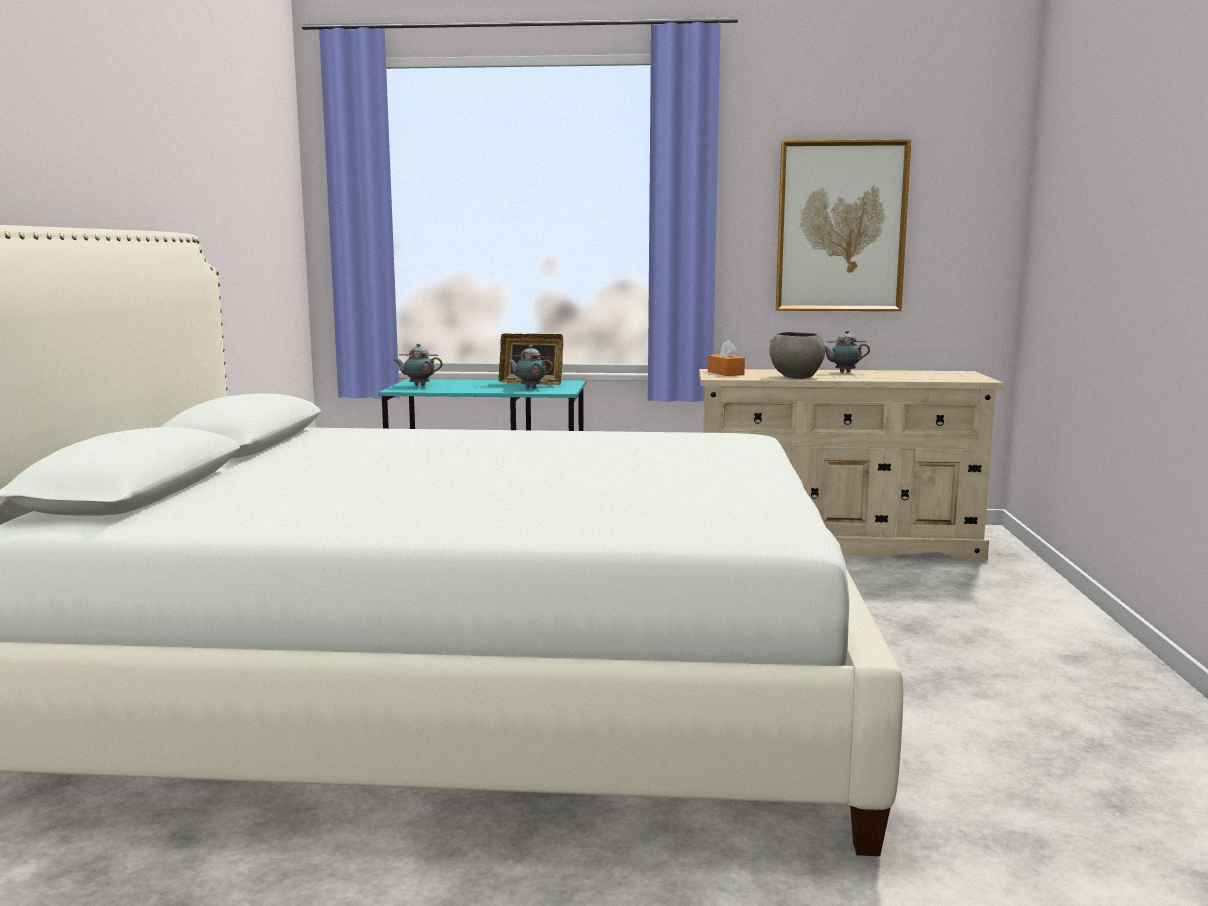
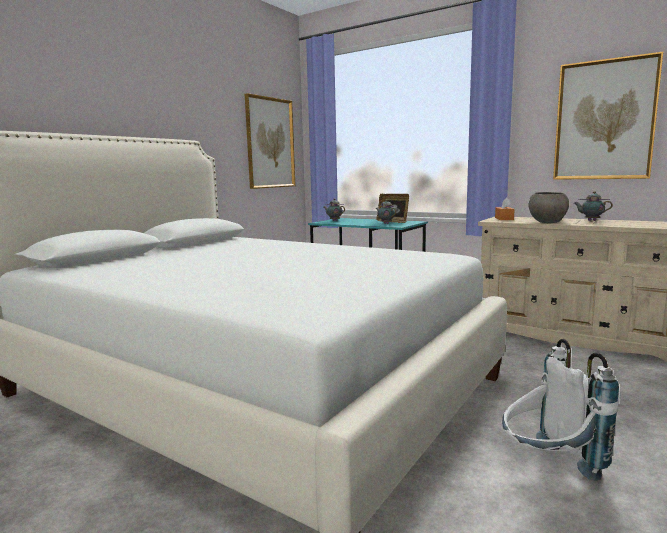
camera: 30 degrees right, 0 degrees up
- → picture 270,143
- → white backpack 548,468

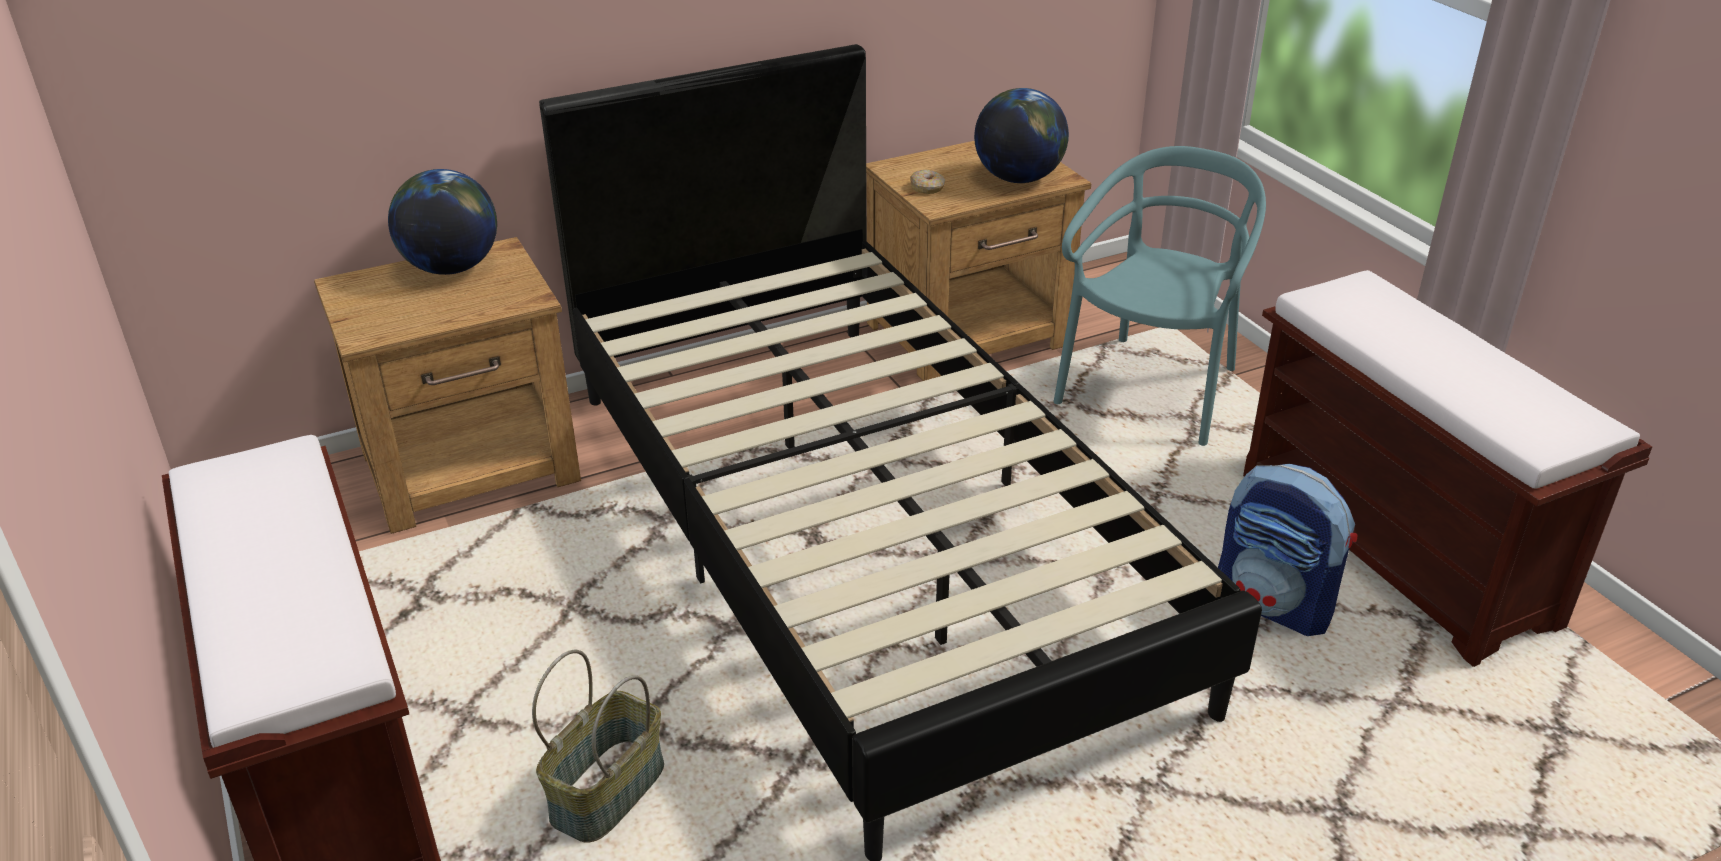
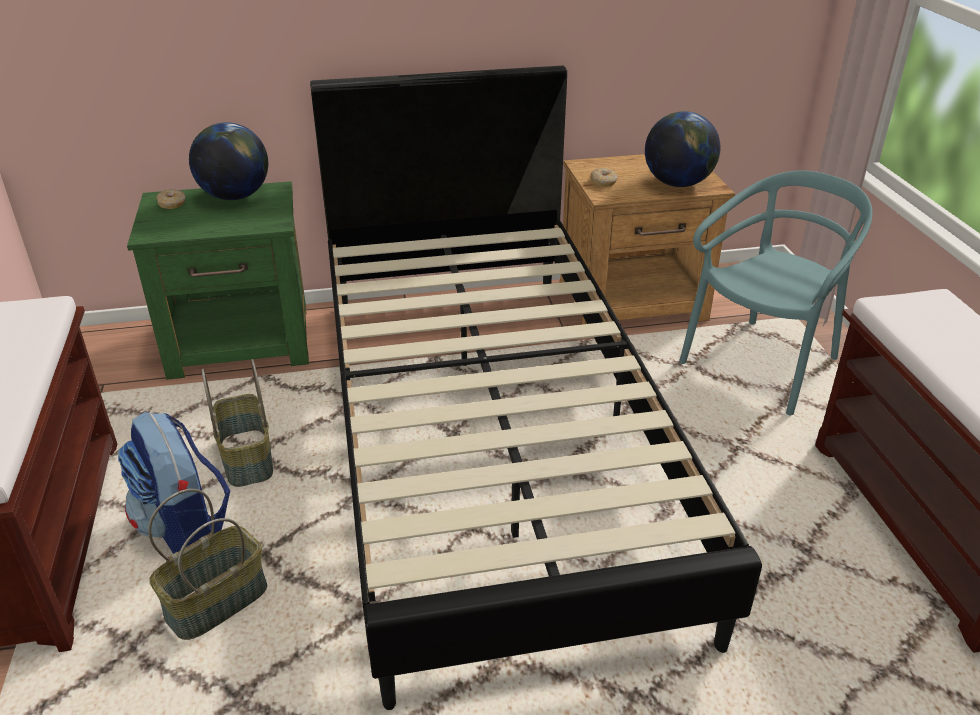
camera: 15 degrees right, 0 degrees up
backpack 1275,604 → backpack 185,528, shifted
brown nightstand 473,467 → green nightstand 242,342
- → donut 172,204
- → basket 248,459

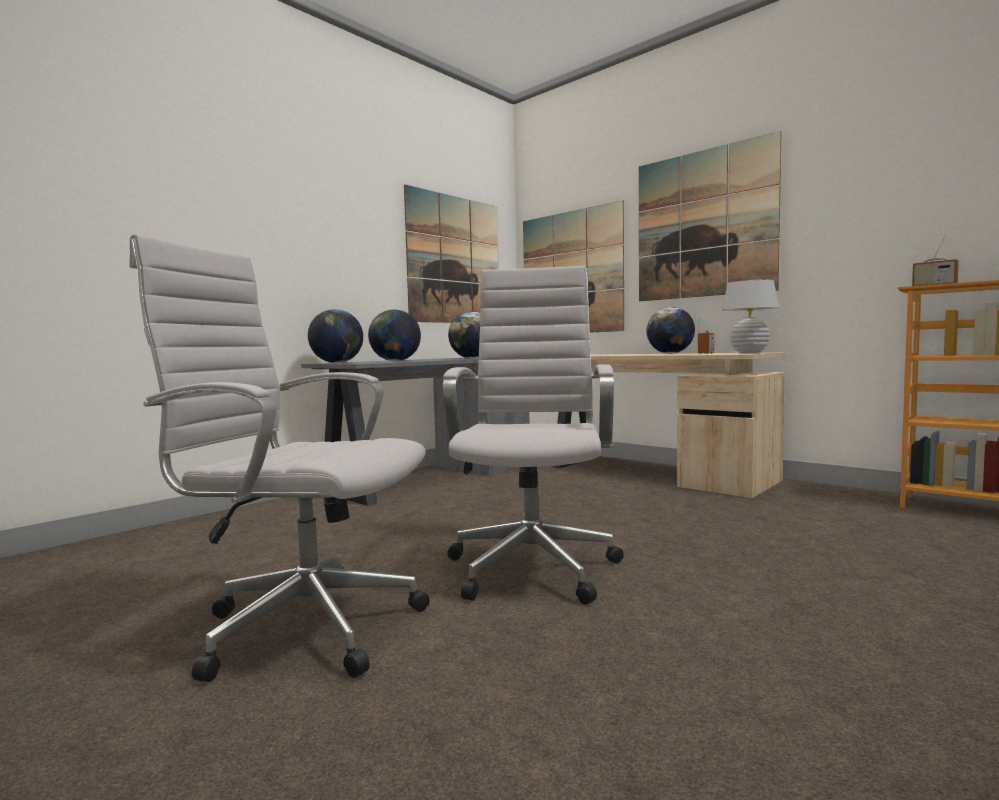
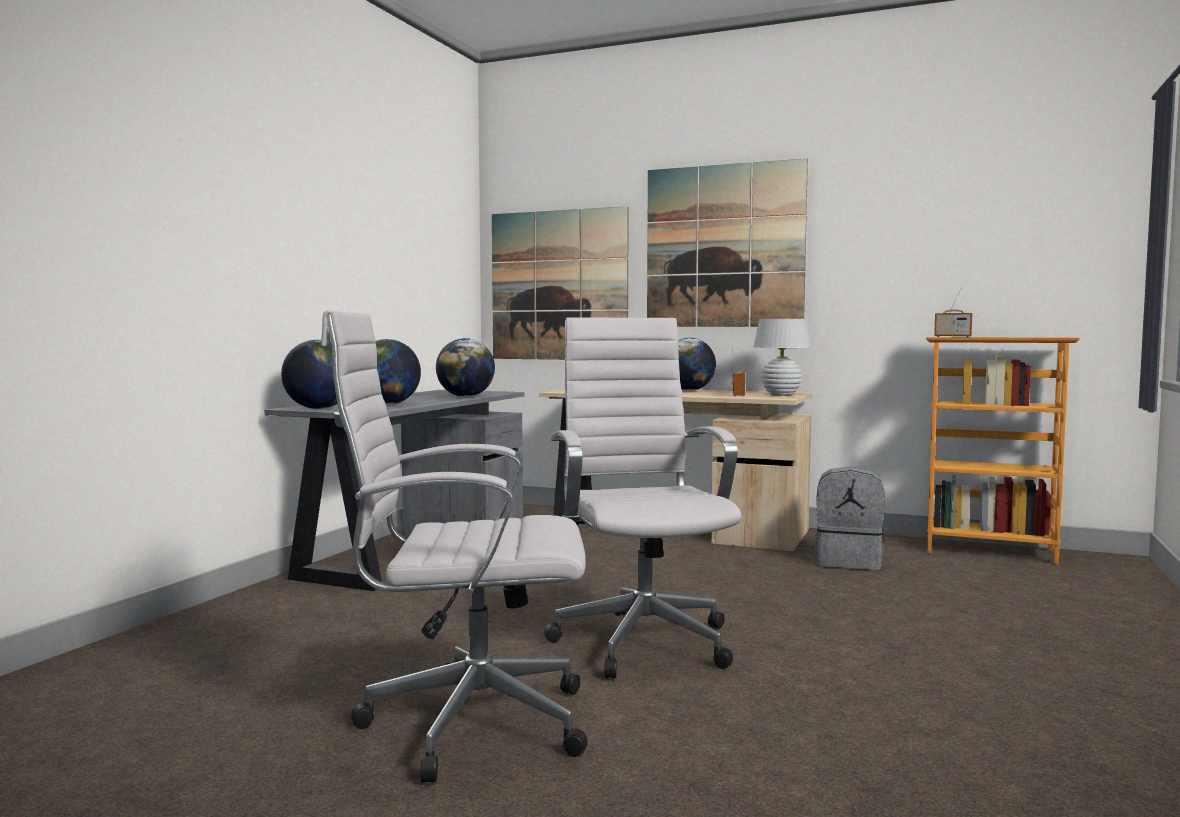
camera: 20 degrees left, 0 degrees up
- → grey backpack 849,561
picture 454,260 → -

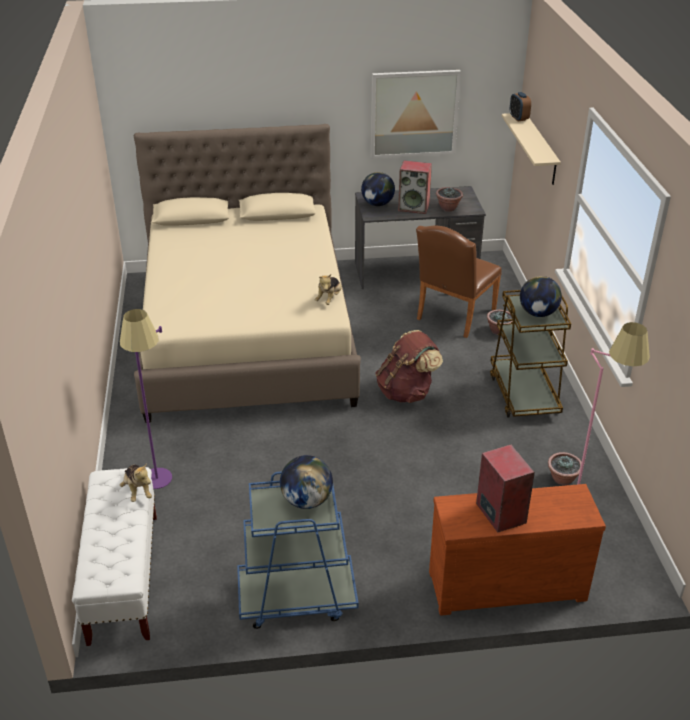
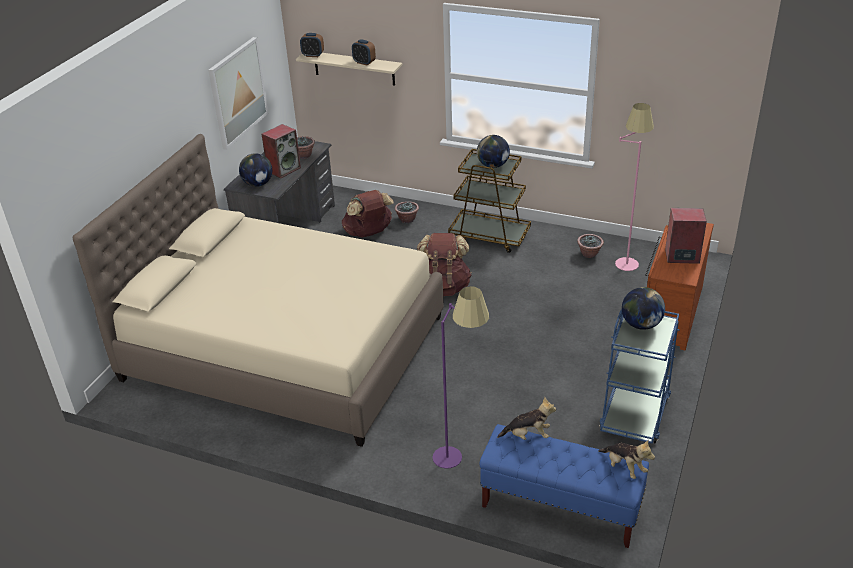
camera: 60 degrees left, 0 degrees up
brown chair 453,317 → brown backpack 368,233
- → alarm clock 364,62
white bench 124,577 → blue bench 560,507
plush toy 329,299 → plush toy 624,467, shifted

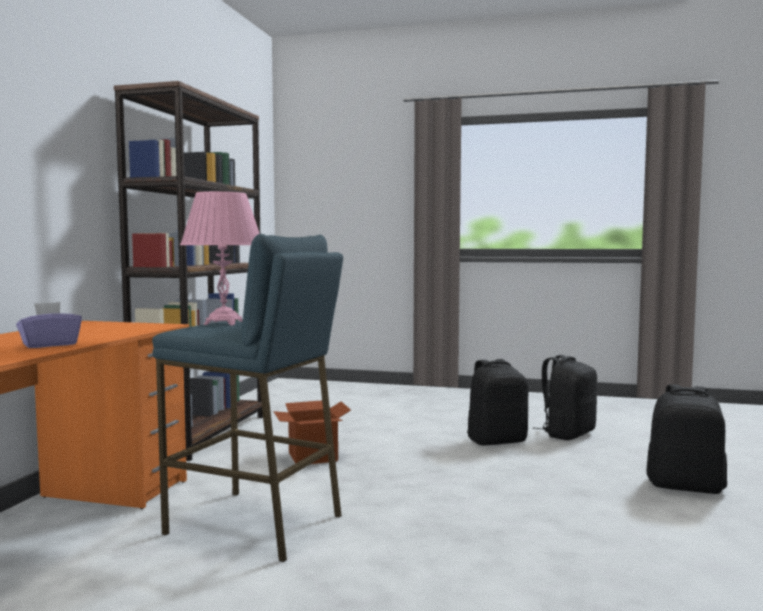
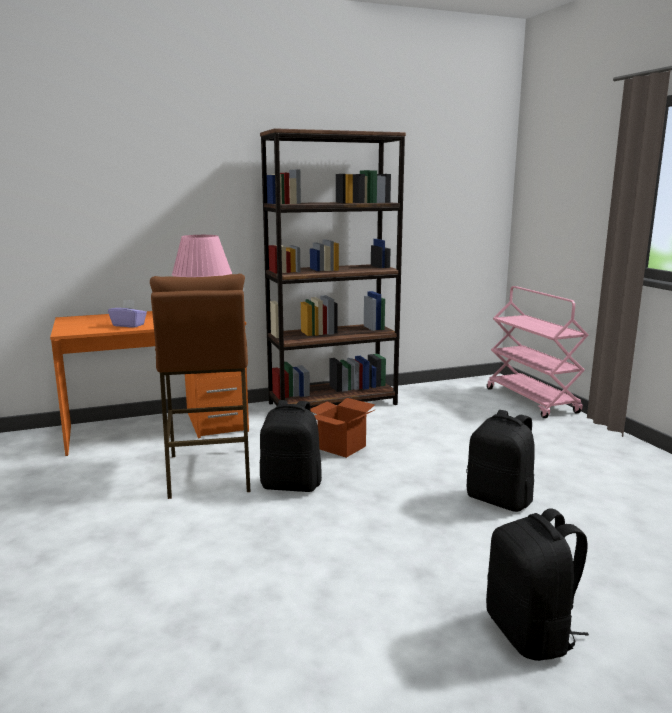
camera: 55 degrees right, 10 degrees up
blue stool 255,524 → brown stool 209,473
black backpack 567,434 → black backpack 291,485, shifted
- → pink cart 532,401

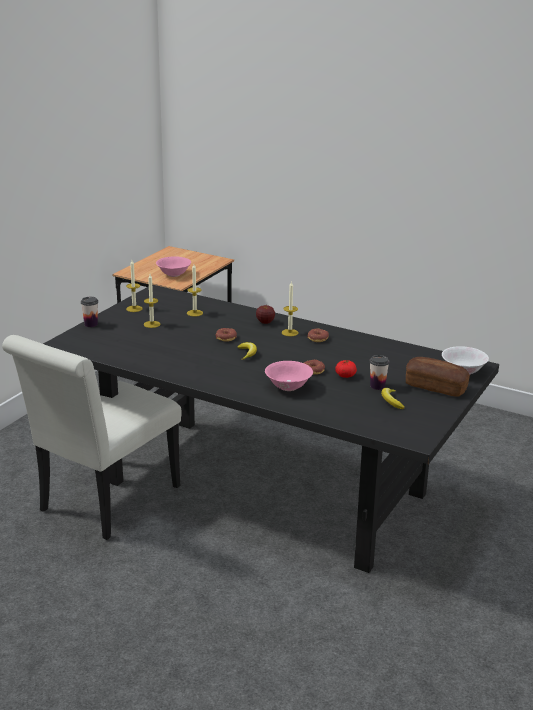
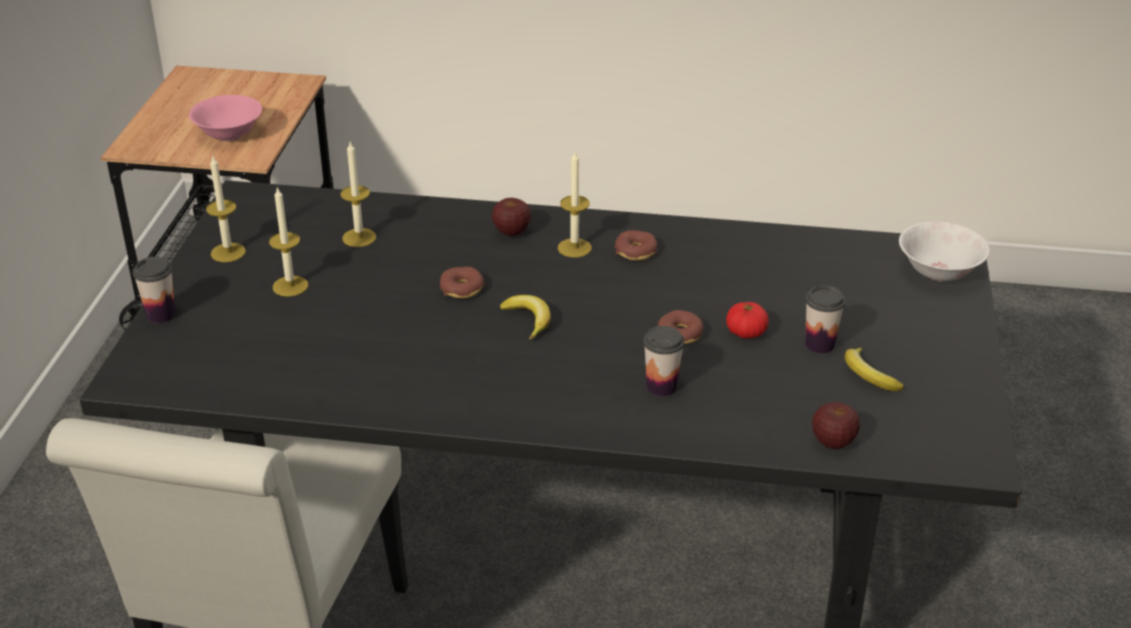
camera: 20 degrees left, 10 degrees up
pink bowl 288,387 → cup 661,387
- → apple 833,442
bread 435,387 → -

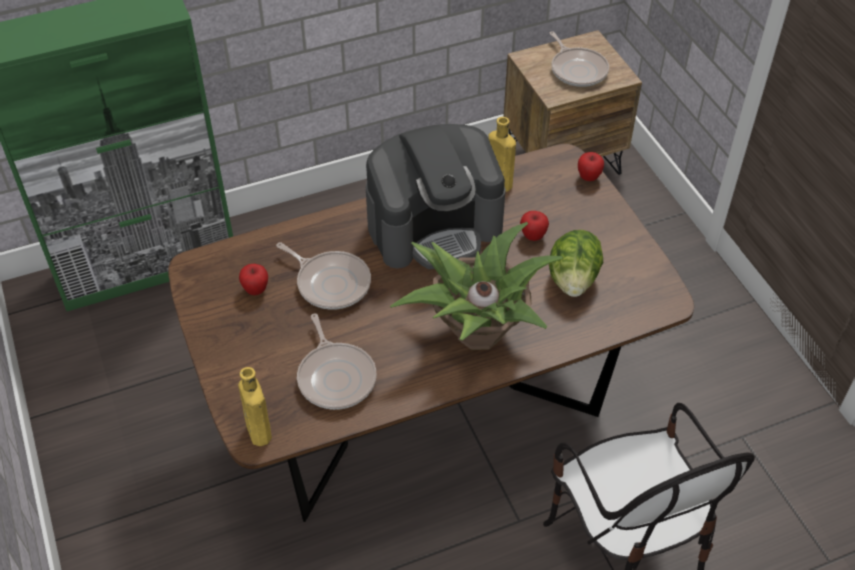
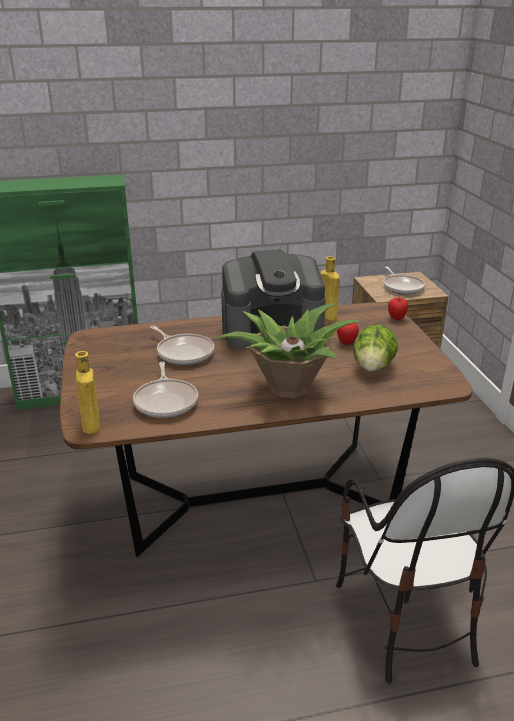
camera: 10 degrees right, 20 degrees down
apple 256,290 → -

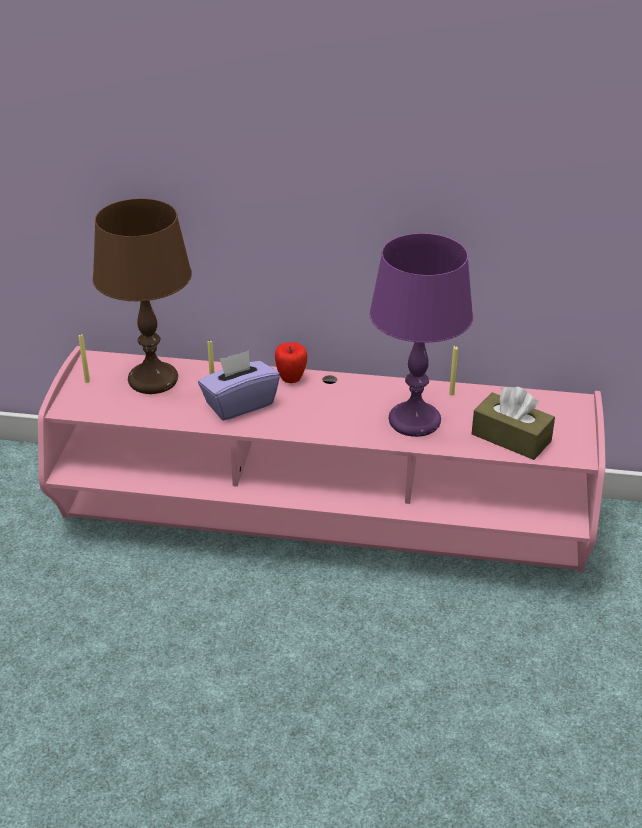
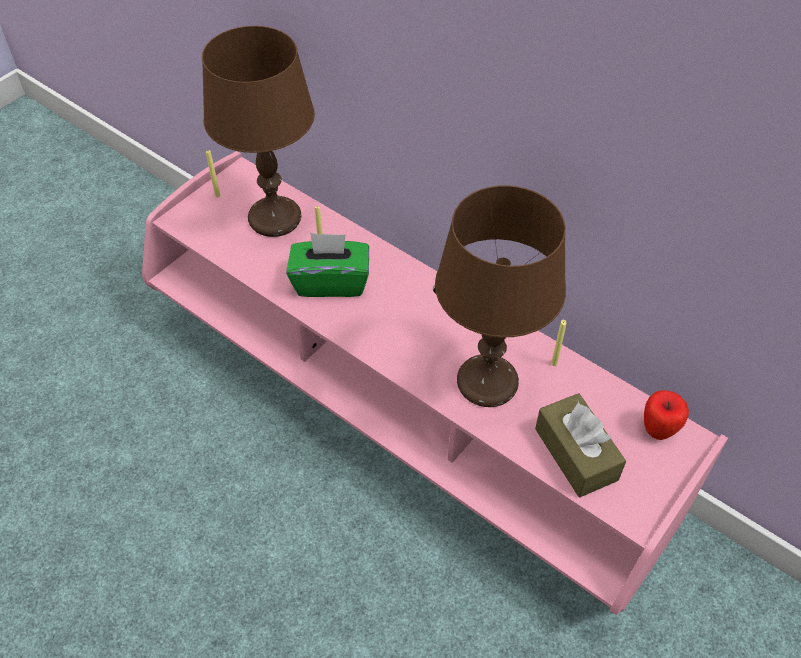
camera: 30 degrees right, 15 degrees up
purple tissue box 239,404 → green tissue box 331,282
purple table lamp 415,421 → brown table lamp 487,383
apple 291,379 → apple 658,430, shifted

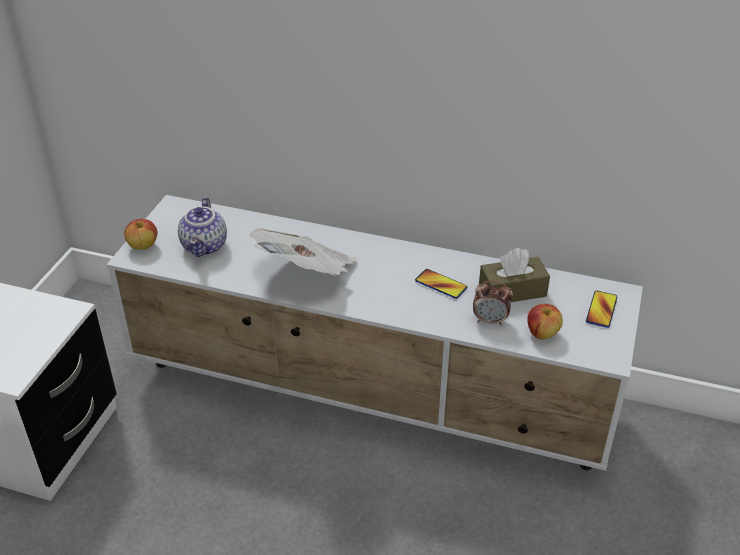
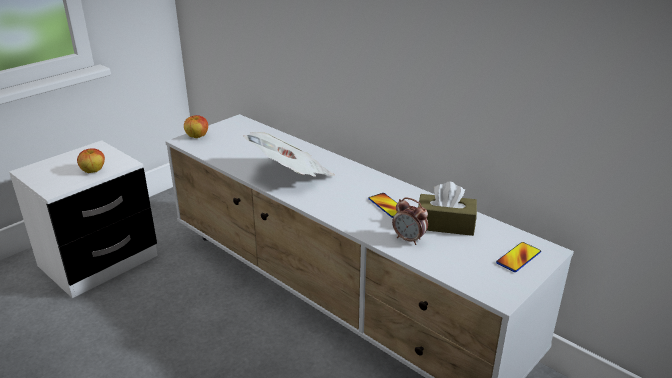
camera: 25 degrees right, 10 degrees down
apple 542,333 → apple 93,171, shifted
teapot 205,246 → -

